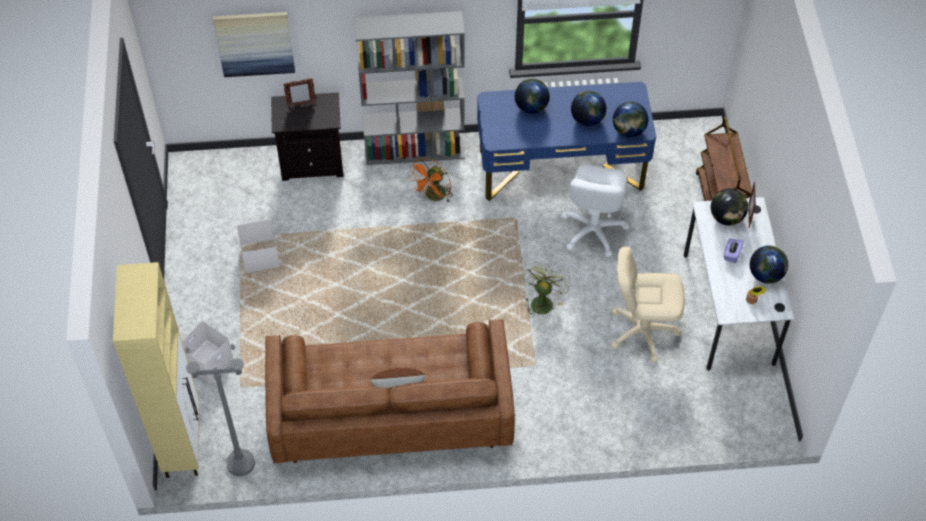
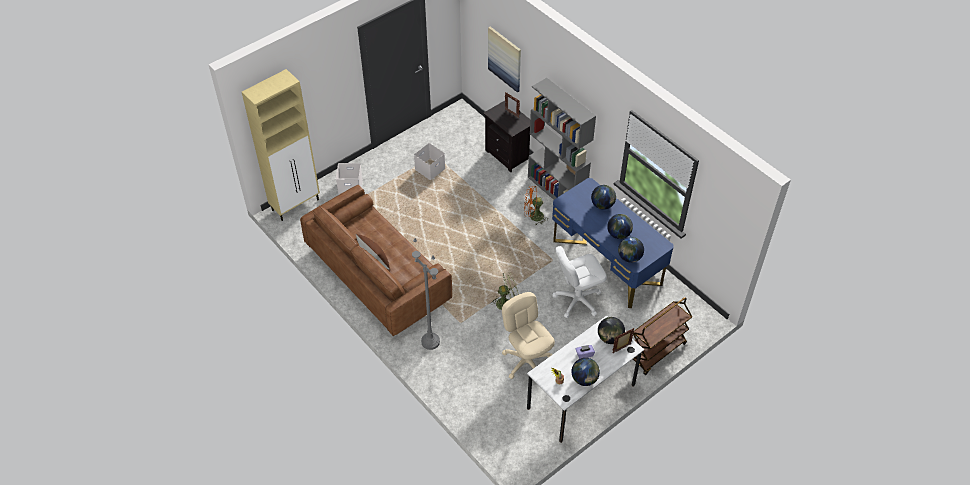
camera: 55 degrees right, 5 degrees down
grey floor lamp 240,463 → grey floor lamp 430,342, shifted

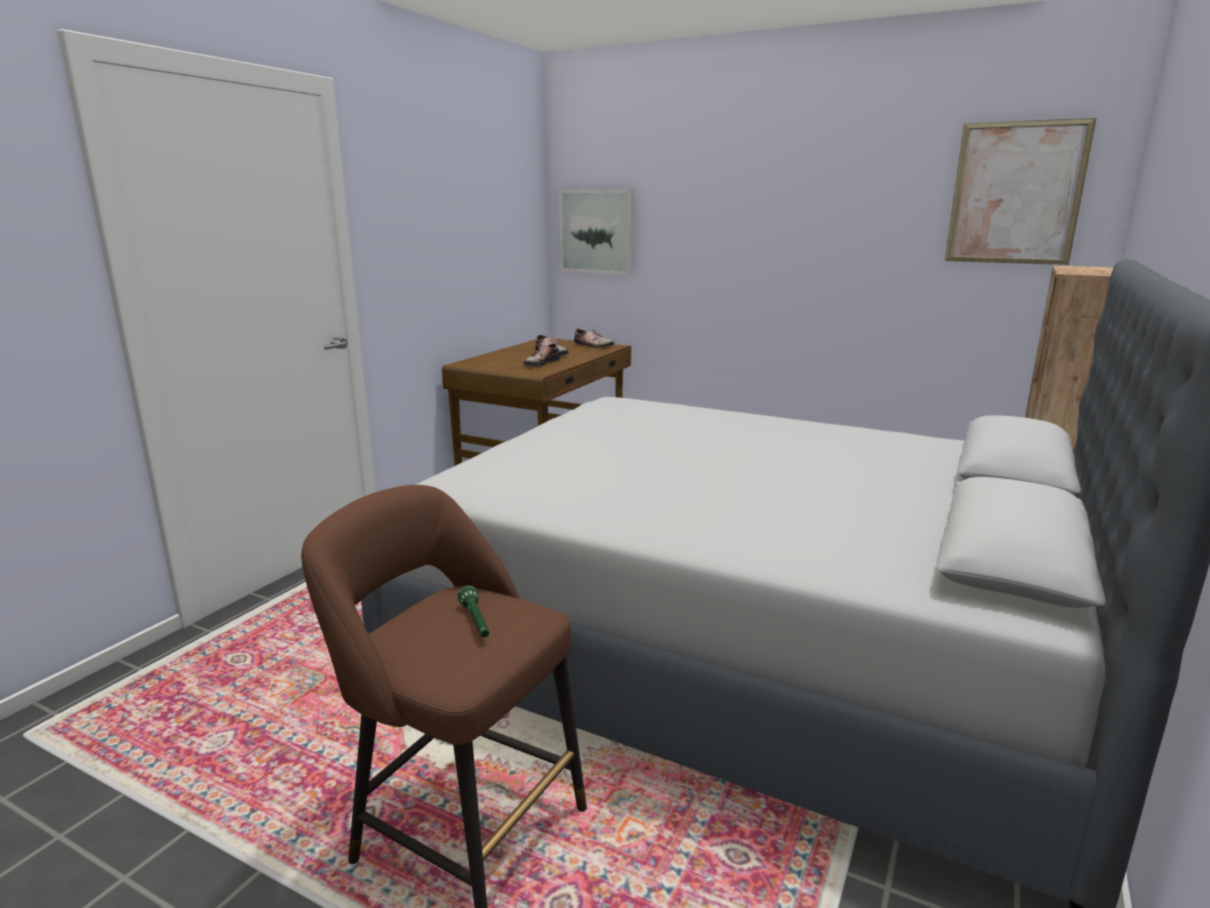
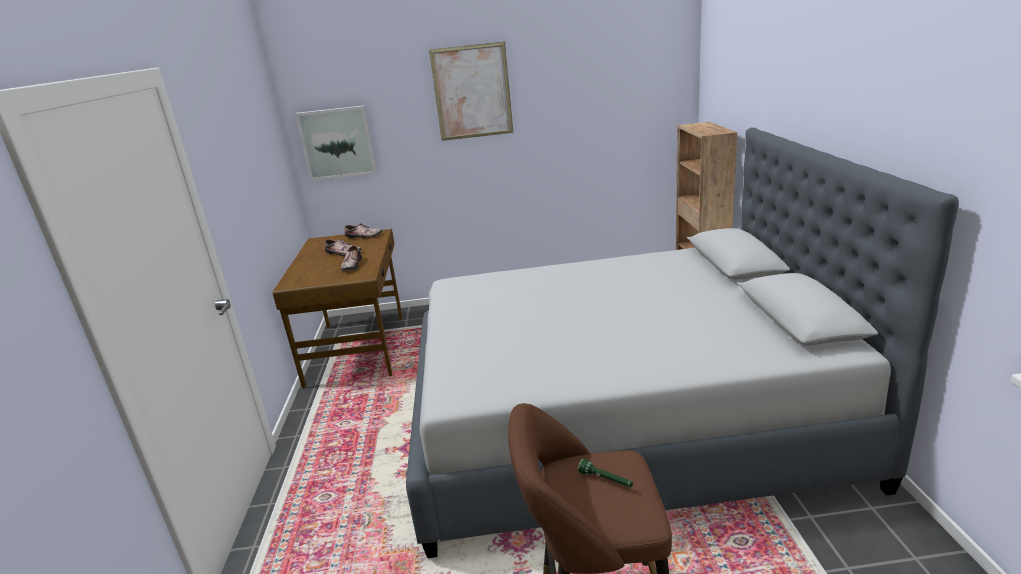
camera: 30 degrees left, 5 degrees up
picture 1016,193 → picture 472,92, shifted

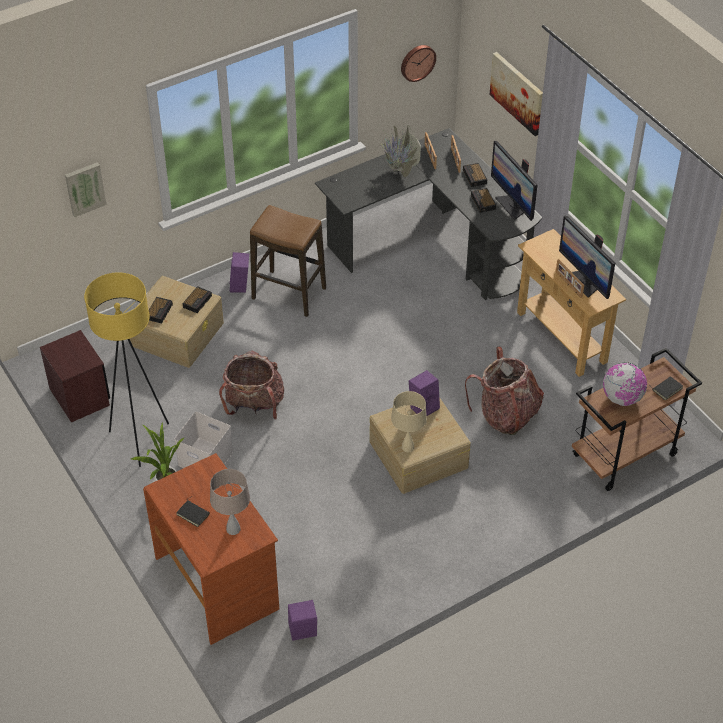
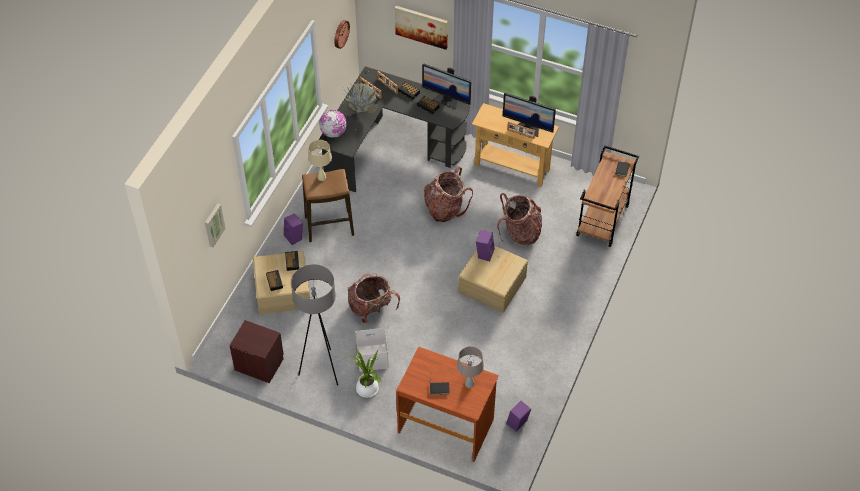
camera: 35 degrees left, 5 degrees up
yellow floor lamp 140,440 → grey floor lamp 322,369
beige table lamp 407,447 → beige table lamp 321,177, shifted
globe 622,398 → globe 333,133, shifted
- → backpack 445,209

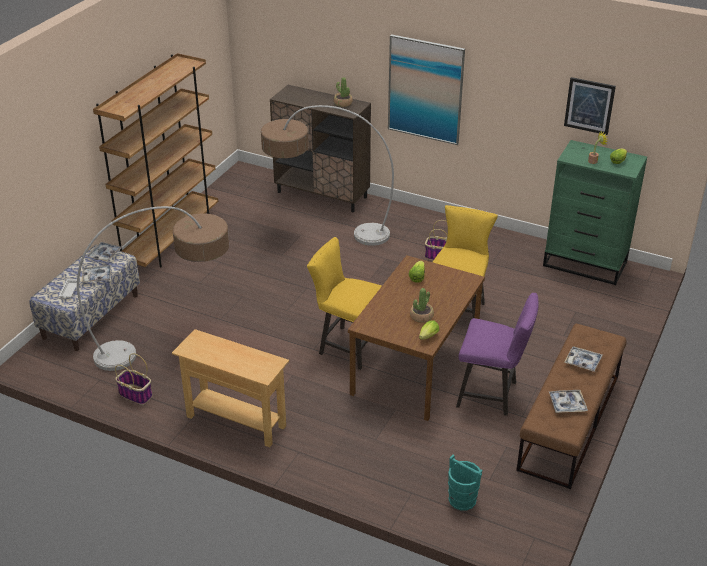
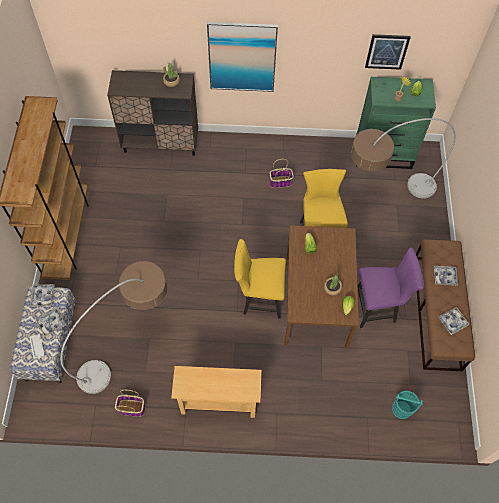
camera: 25 degrees left, 25 degrees up
floor lamp 322,231 → floor lamp 384,195, shifted

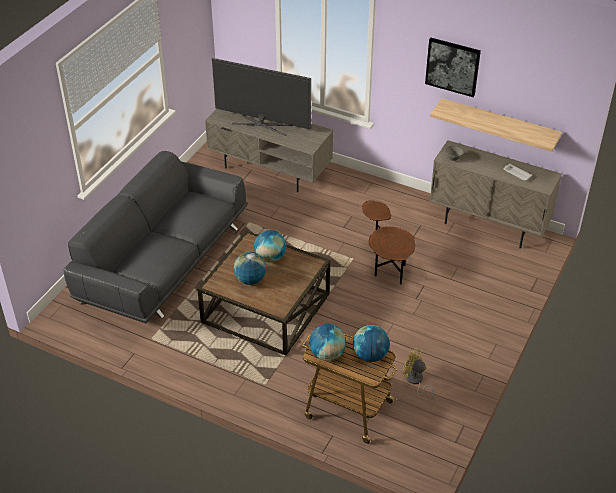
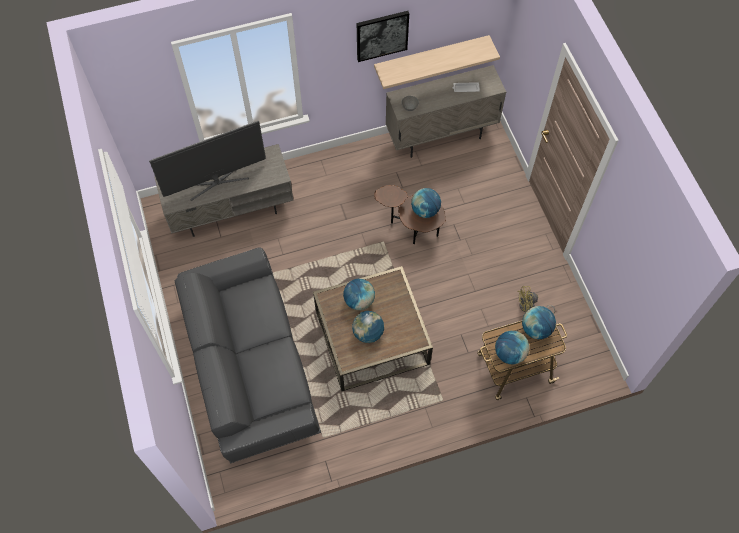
camera: 45 degrees left, 20 degrees up
- → globe 425,210

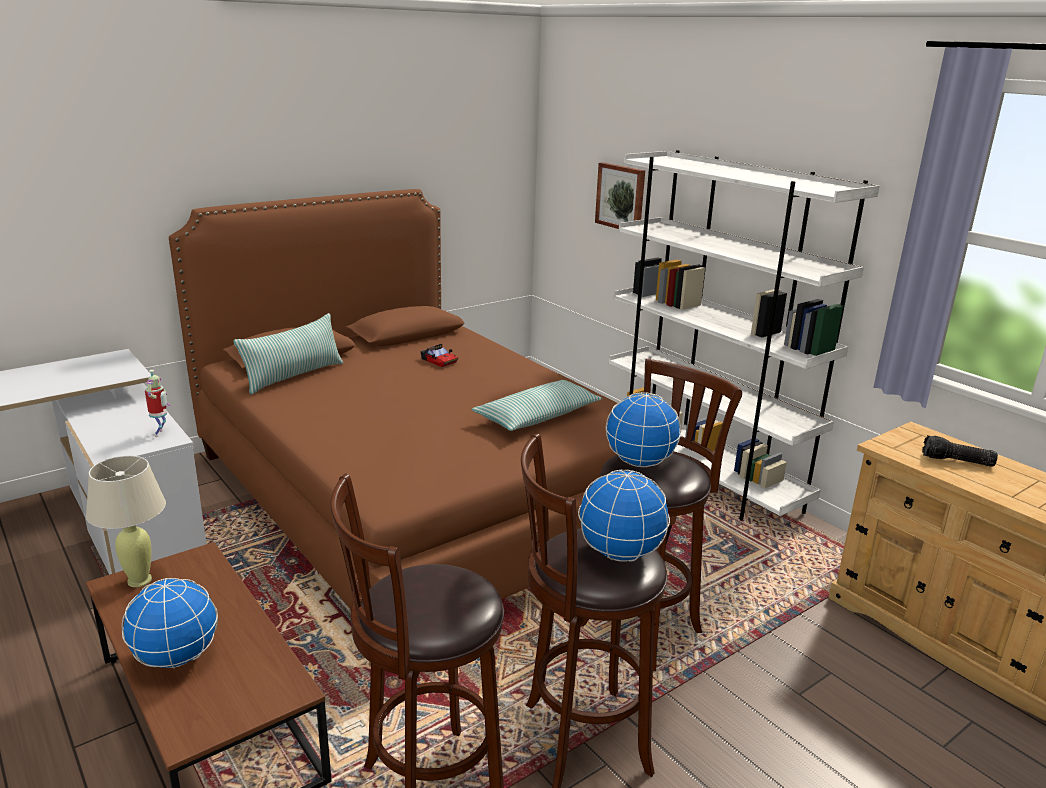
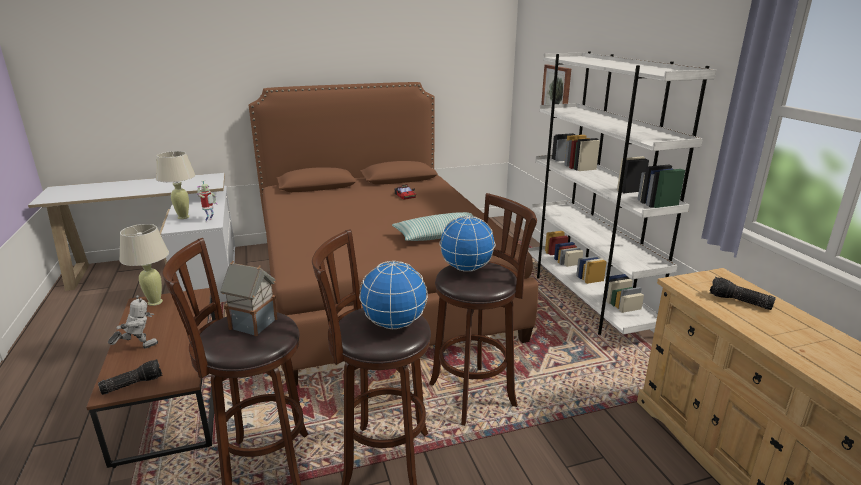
camera: 20 degrees right, 0 degrees up
- → flashlight 133,383
globe 176,658 → toy robot 138,348
- → beige table lamp 183,217
- → toy house 254,324
pillow 294,376 → -

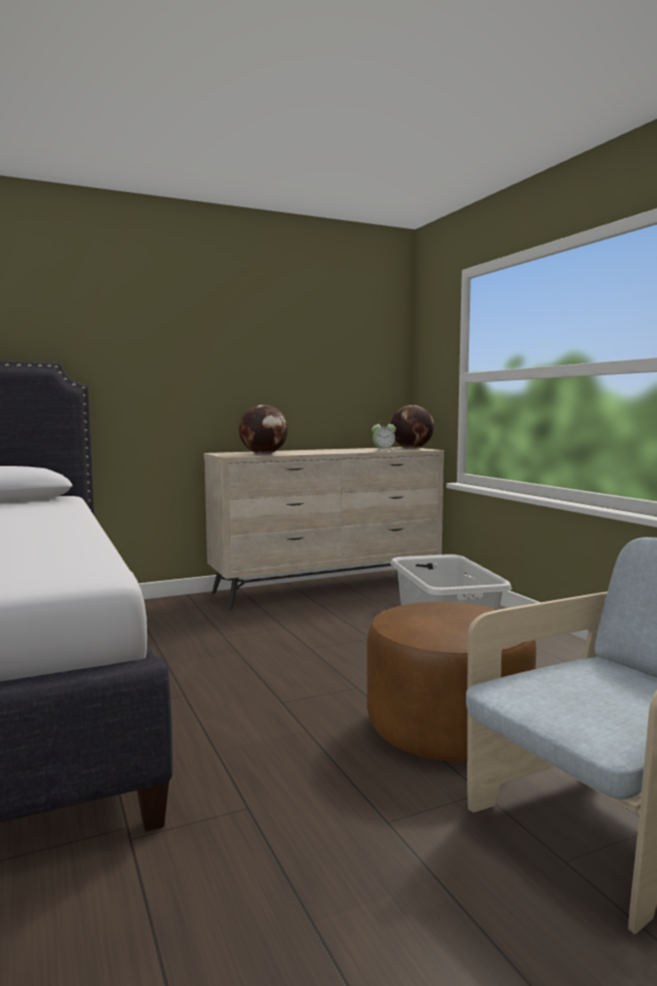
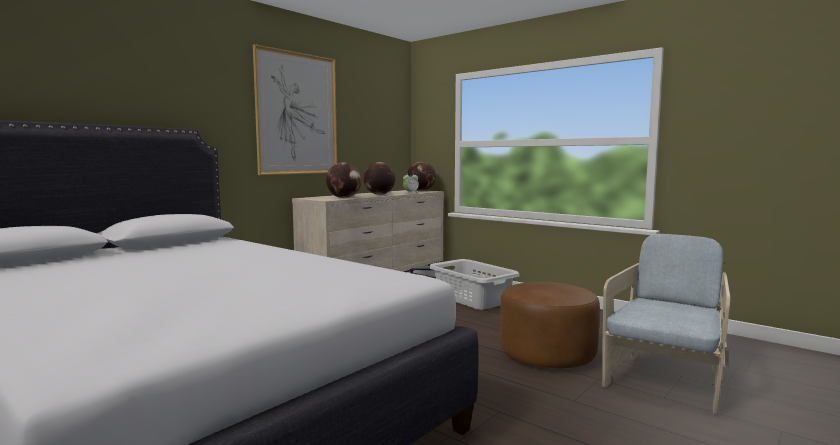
camera: 25 degrees left, 0 degrees up
- → picture 297,114
- → globe 379,194

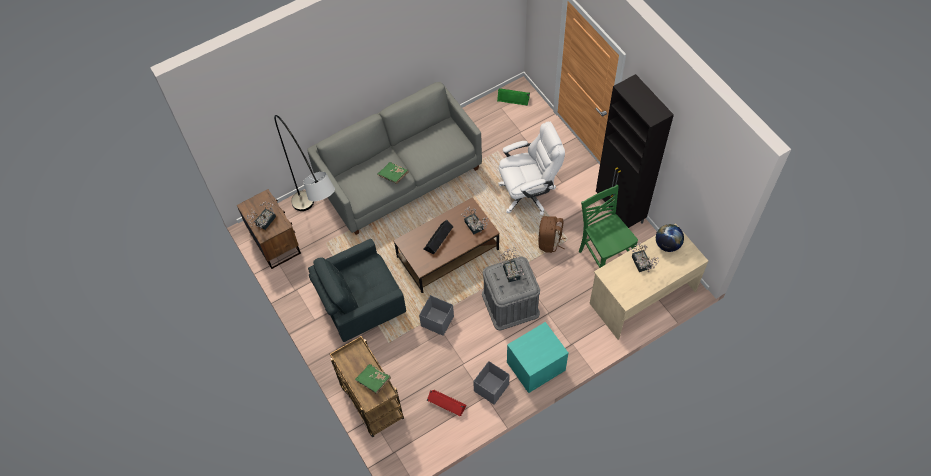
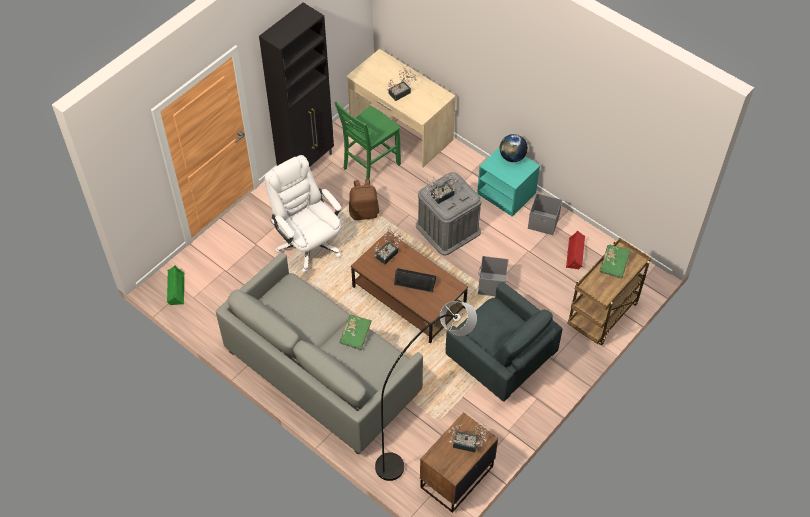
camera: 110 degrees left, 5 degrees down
globe 667,244 → globe 512,157, shifted

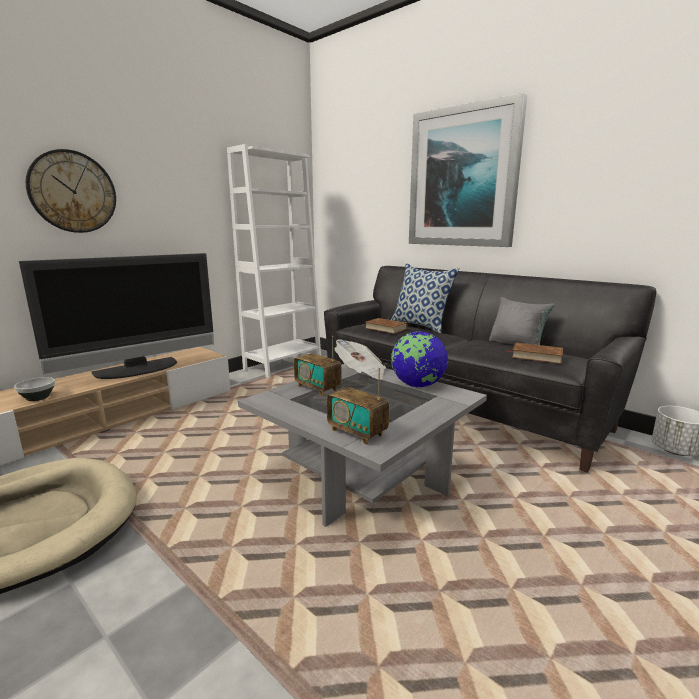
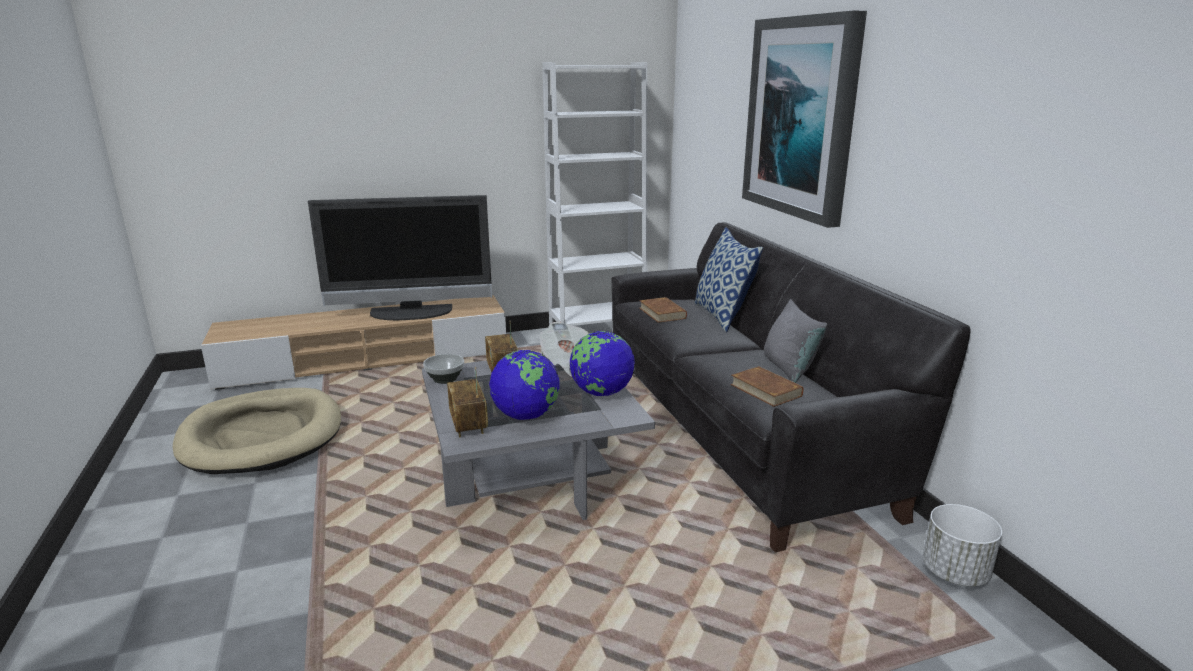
camera: 30 degrees right, 5 degrees up
bowl 38,397 → bowl 445,379, shifted
- → globe 526,415
wall clock 73,192 → -

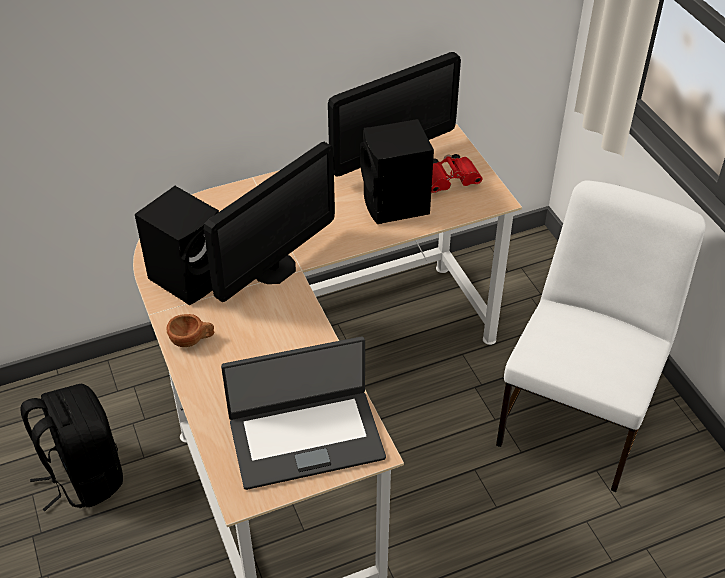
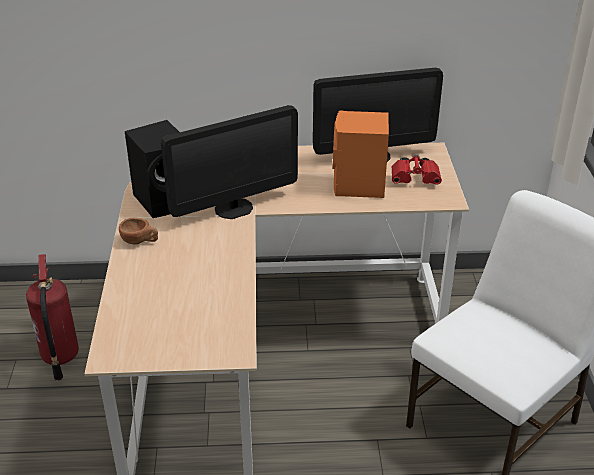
camera: 20 degrees right, 10 degrees down
black backpack 84,476 → fire extinguisher 59,357
black speaker 395,205 → orange speaker 359,187
laptop 305,437 → -

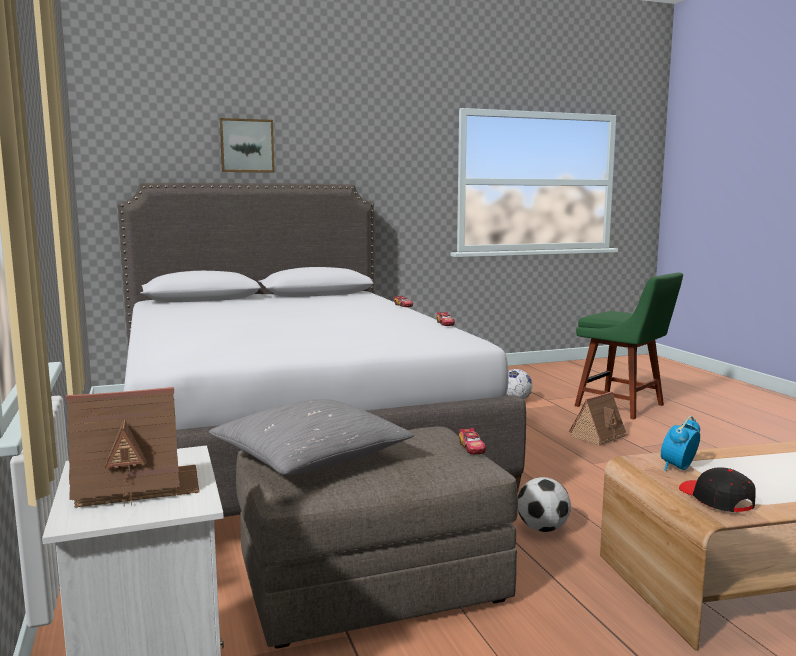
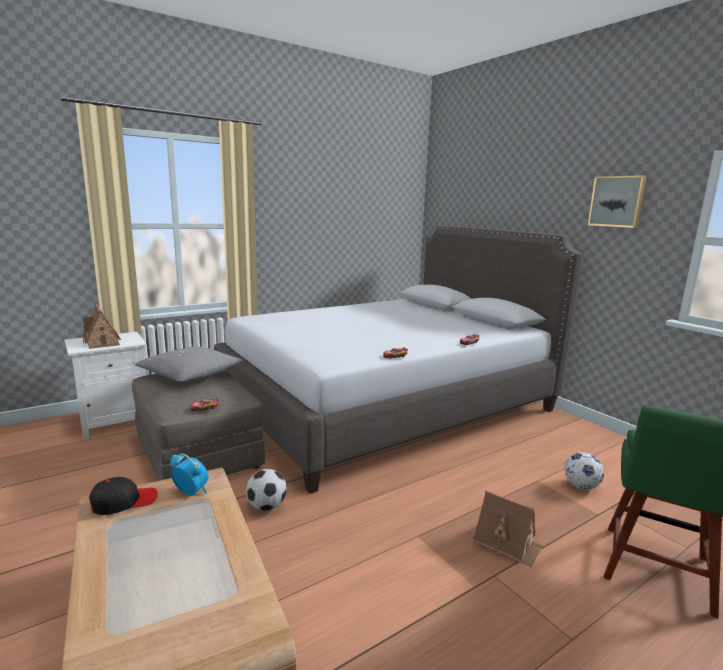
camera: 75 degrees right, 5 degrees up
picture 247,146 → picture 617,201, shifted

